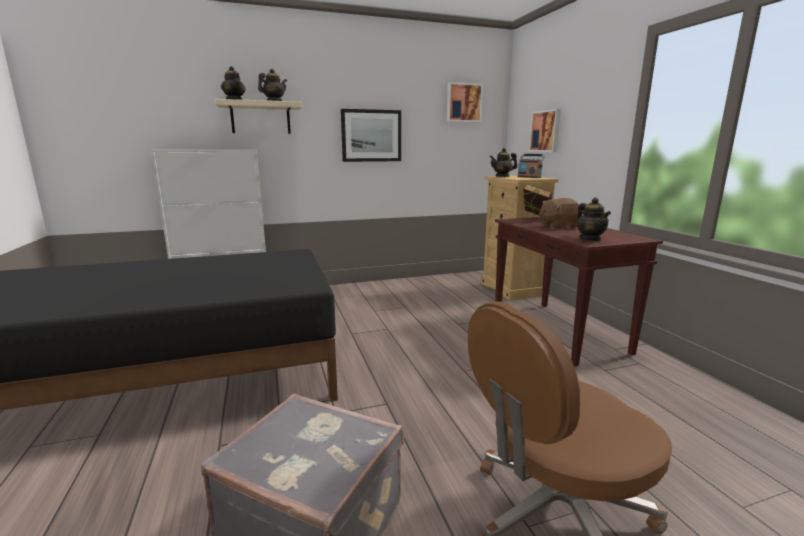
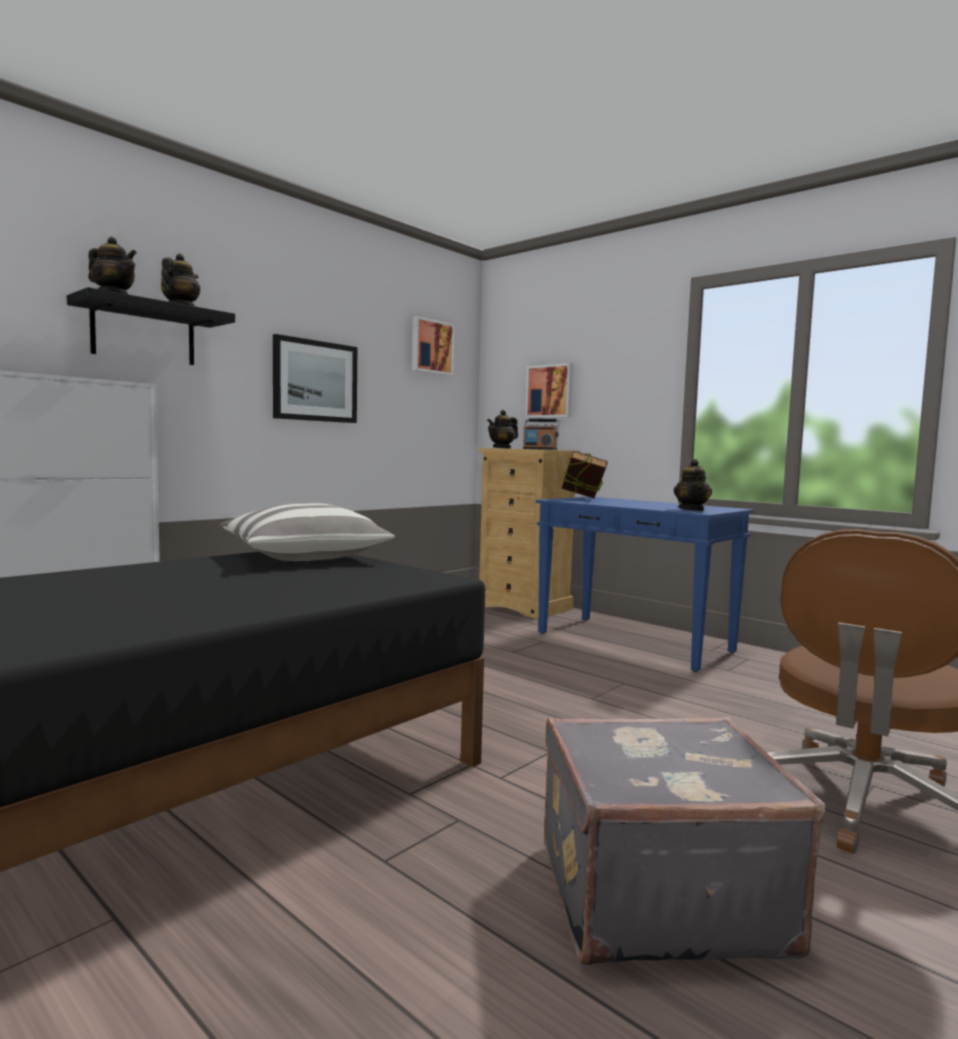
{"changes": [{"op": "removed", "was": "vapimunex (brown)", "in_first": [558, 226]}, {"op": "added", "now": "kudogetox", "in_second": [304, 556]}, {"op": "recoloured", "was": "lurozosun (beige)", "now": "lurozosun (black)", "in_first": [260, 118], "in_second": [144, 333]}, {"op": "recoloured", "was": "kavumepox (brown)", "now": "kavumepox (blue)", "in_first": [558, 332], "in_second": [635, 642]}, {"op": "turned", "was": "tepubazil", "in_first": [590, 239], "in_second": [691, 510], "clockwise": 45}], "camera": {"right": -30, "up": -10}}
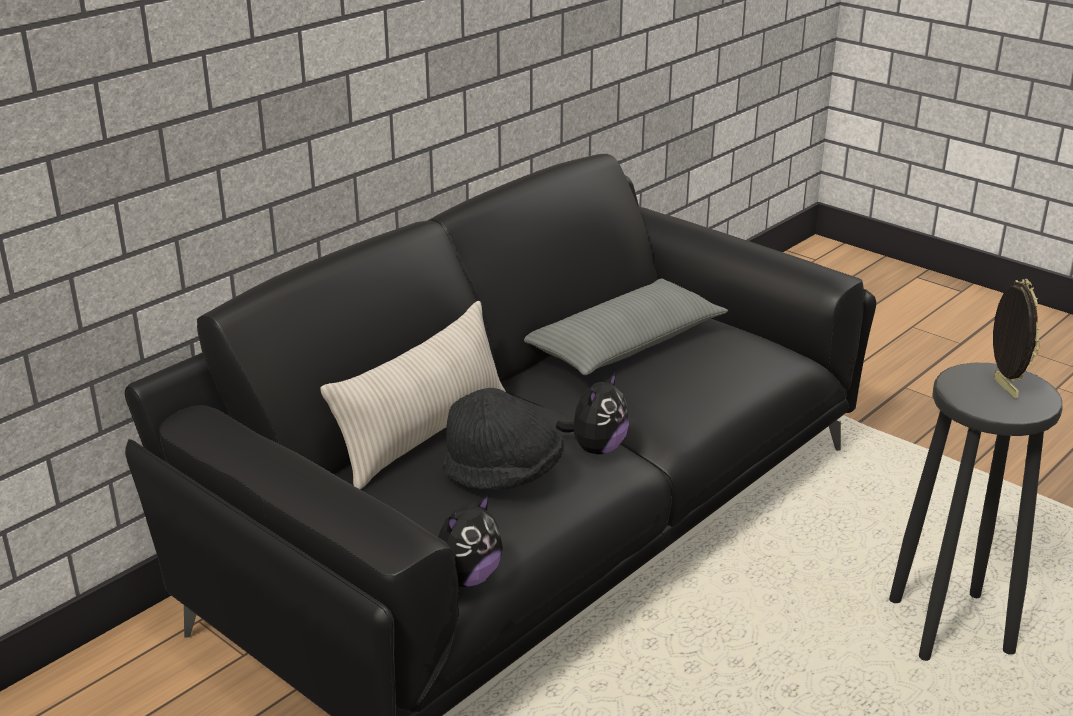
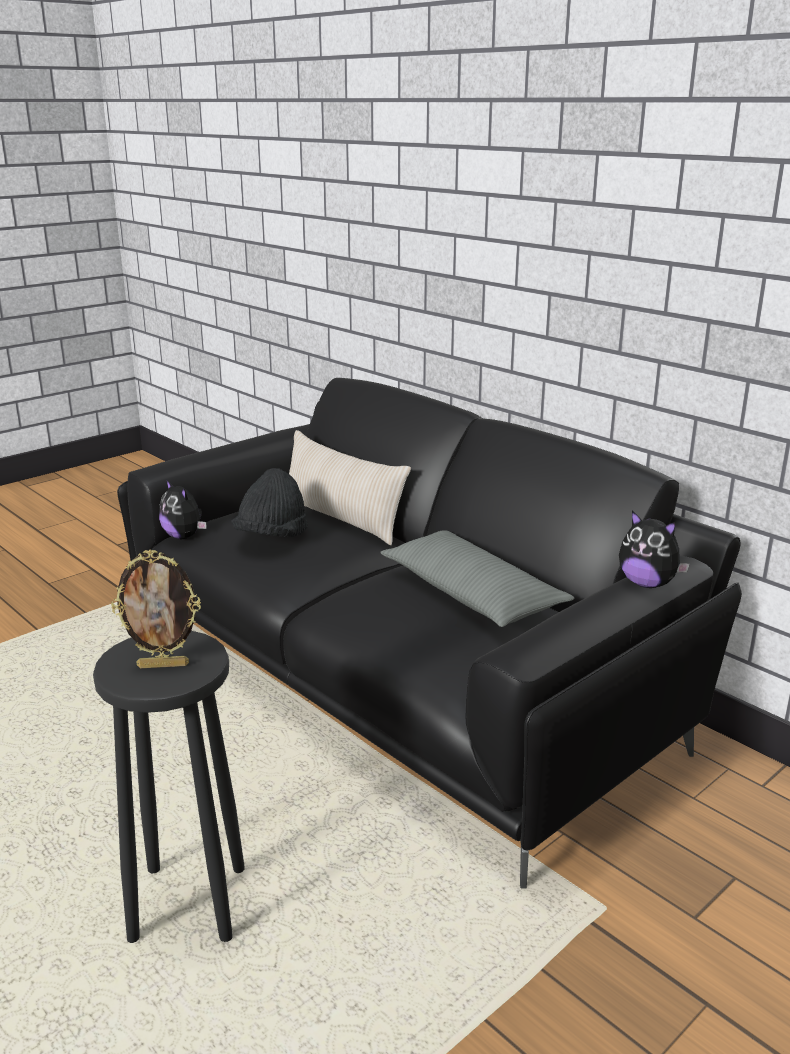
{"changes": [{"op": "moved", "was": "vapimunex", "in_first": [596, 448], "in_second": [647, 583]}], "camera": {"right": 95, "up": -5}}
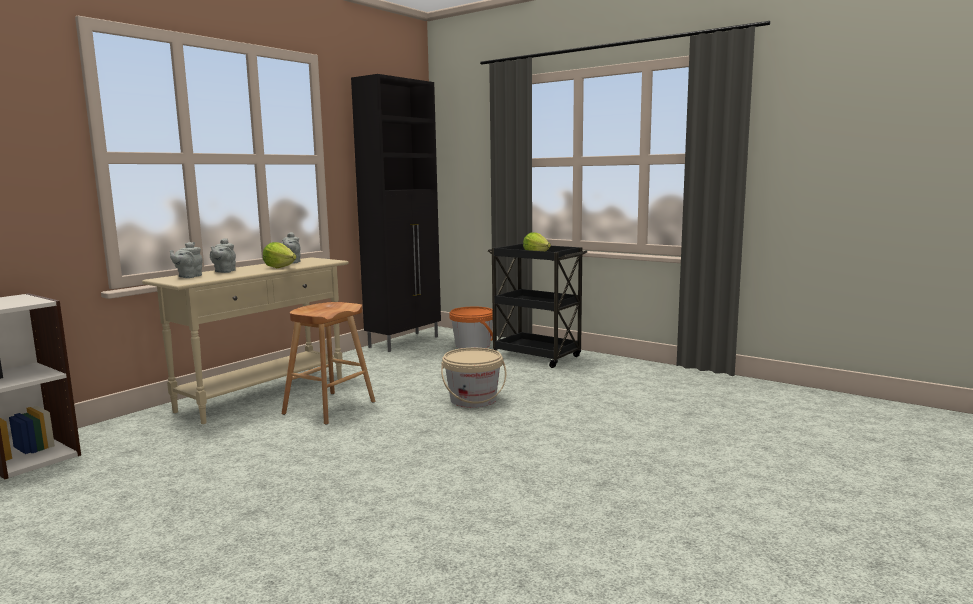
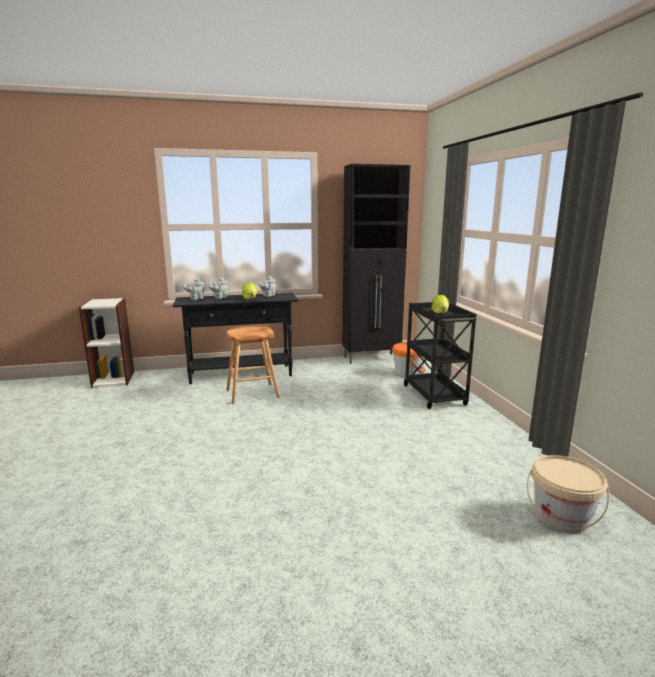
{"changes": [{"op": "moved", "was": "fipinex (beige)", "in_first": [473, 400], "in_second": [561, 517]}, {"op": "recoloured", "was": "kavumepox (beige)", "now": "kavumepox (black)", "in_first": [264, 394], "in_second": [241, 374]}], "camera": {"right": 40, "up": 5}}
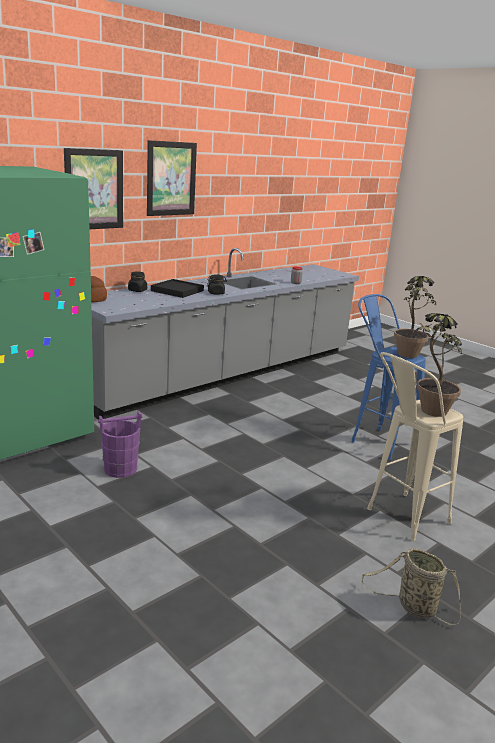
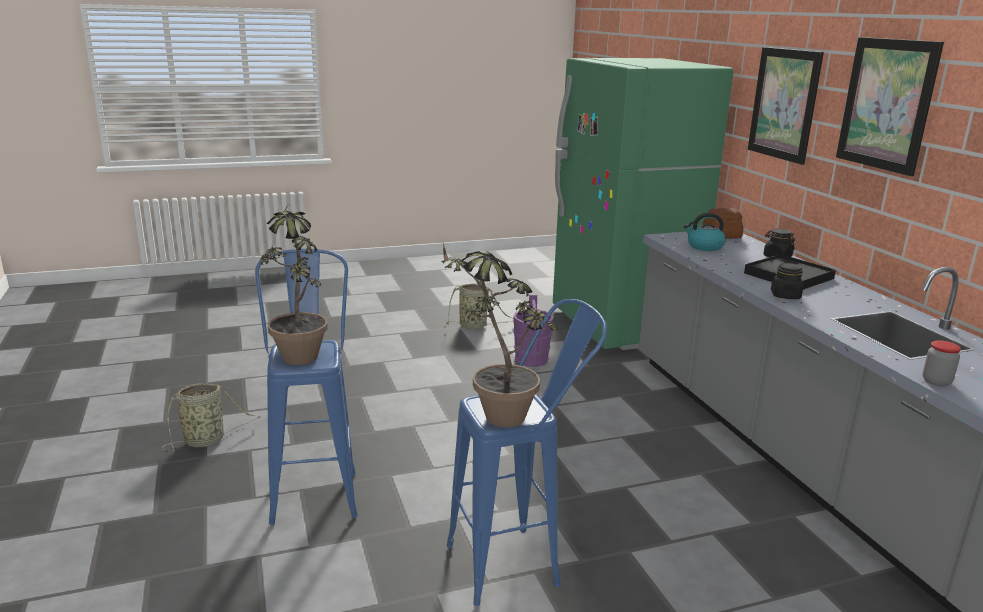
{"changes": [{"op": "added", "now": "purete", "in_second": [475, 326]}, {"op": "added", "now": "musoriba", "in_second": [704, 247]}, {"op": "recoloured", "was": "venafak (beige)", "now": "venafak (blue)", "in_first": [400, 520], "in_second": [315, 488]}], "camera": {"right": 115, "up": 0}}
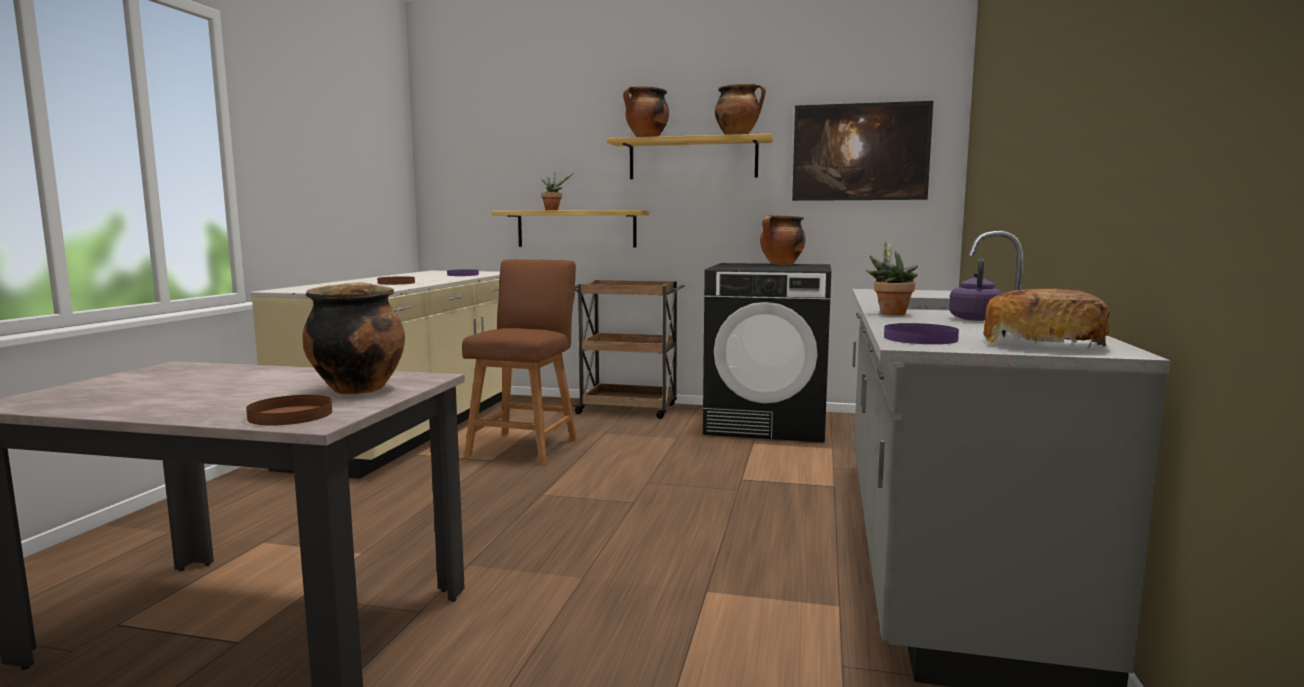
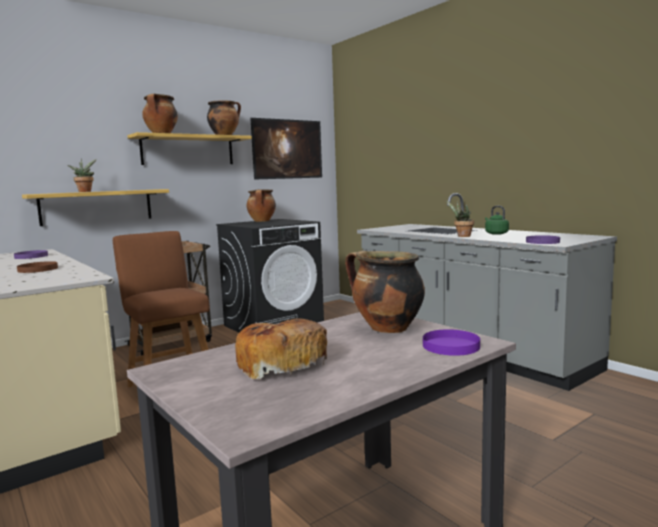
{"changes": [{"op": "moved", "was": "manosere", "in_first": [1040, 343], "in_second": [280, 363]}, {"op": "recoloured", "was": "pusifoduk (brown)", "now": "pusifoduk (purple)", "in_first": [291, 415], "in_second": [451, 345]}, {"op": "recoloured", "was": "musoriba (purple)", "now": "musoriba (green)", "in_first": [974, 318], "in_second": [495, 233]}], "camera": {"right": -50, "up": 0}}
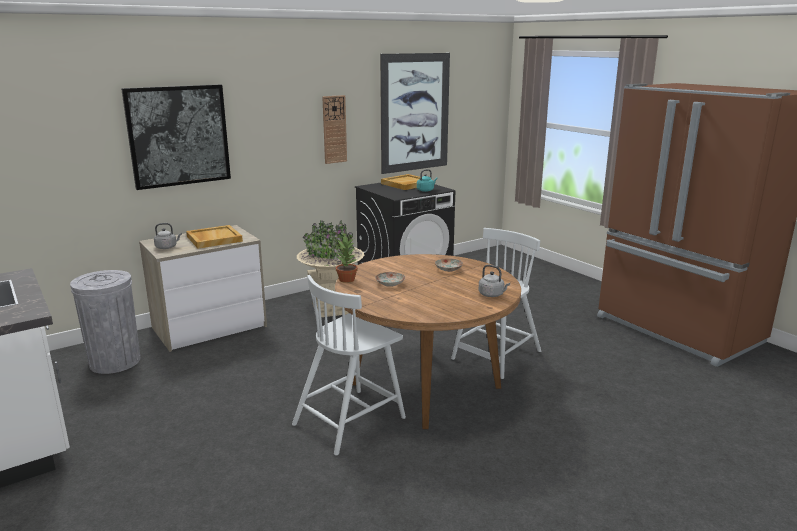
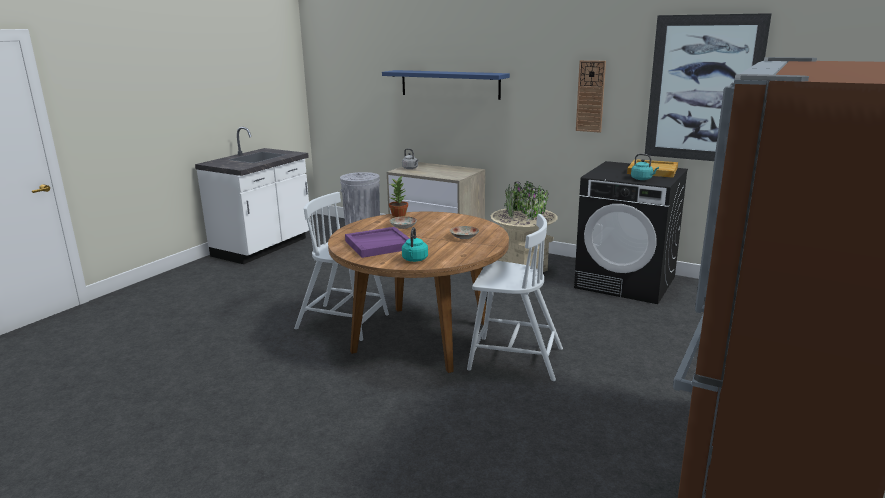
{"changes": [{"op": "removed", "was": "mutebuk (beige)", "in_first": [213, 239]}, {"op": "added", "now": "mutebuk (purple)", "in_second": [379, 244]}, {"op": "replaced", "was": "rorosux", "now": "lurozosun (blue)", "in_first": [178, 136], "in_second": [449, 84]}, {"op": "recoloured", "was": "musoriba (grey)", "now": "musoriba (turquoise)", "in_first": [492, 295], "in_second": [414, 260]}], "camera": {"right": 65, "up": 0}}
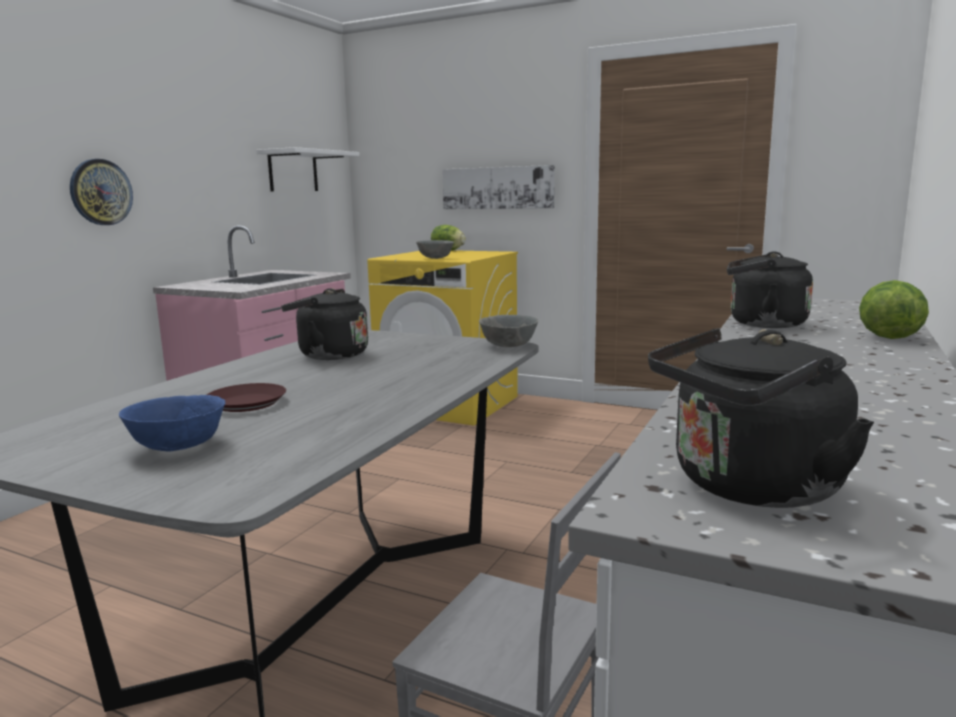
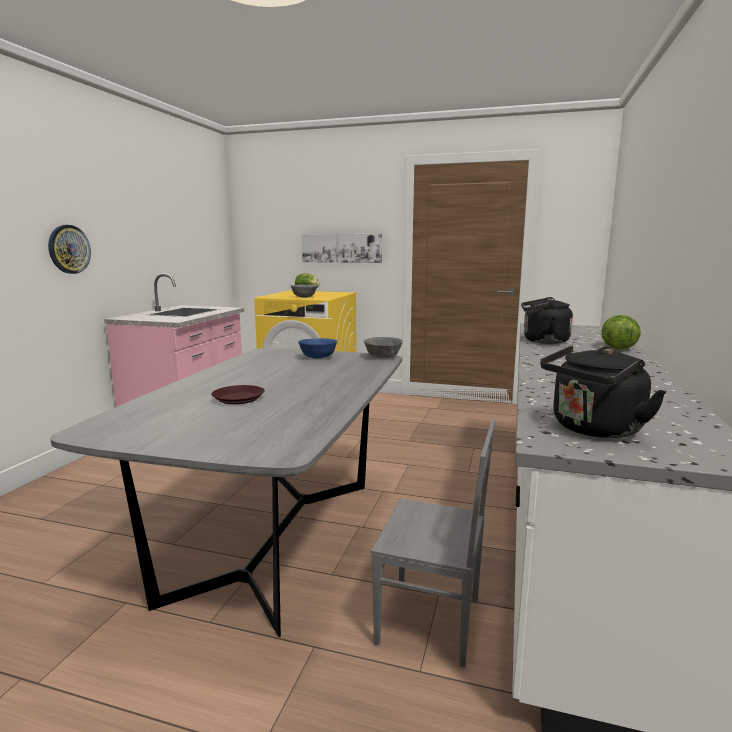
{"changes": [{"op": "removed", "was": "lurozosun (white)", "in_first": [293, 171]}, {"op": "removed", "was": "musoriba (black)", "in_first": [328, 355]}, {"op": "moved", "was": "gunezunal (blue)", "in_first": [178, 447], "in_second": [318, 357]}], "camera": {"right": -10, "up": 0}}
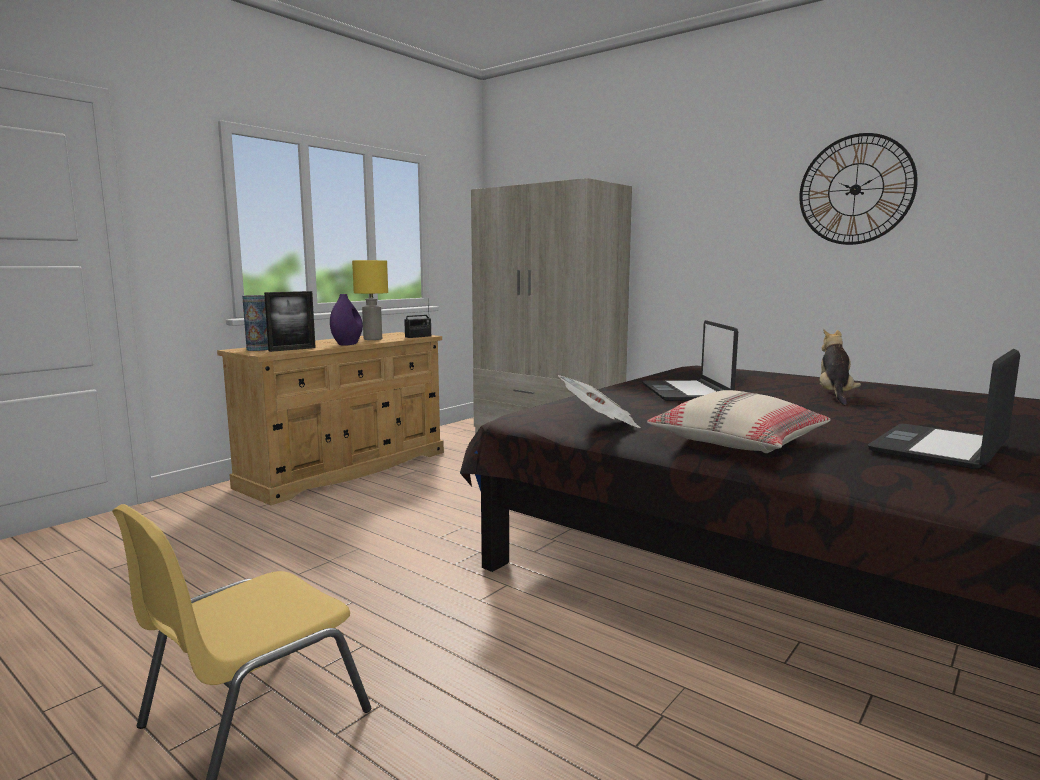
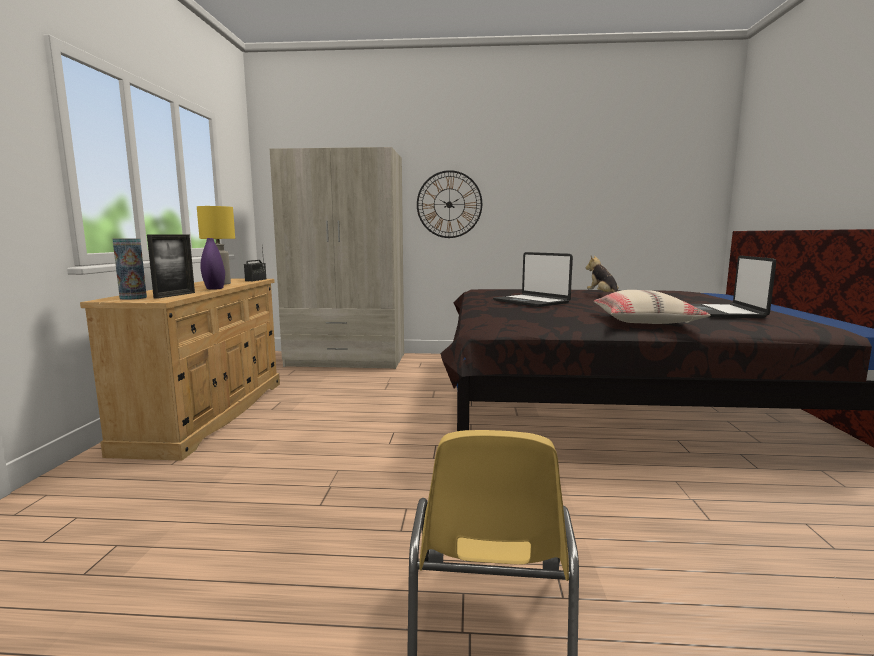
{"changes": [{"op": "removed", "was": "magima", "in_first": [599, 423]}, {"op": "moved", "was": "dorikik", "in_first": [855, 189], "in_second": [449, 204]}], "camera": {"right": -35, "up": 0}}
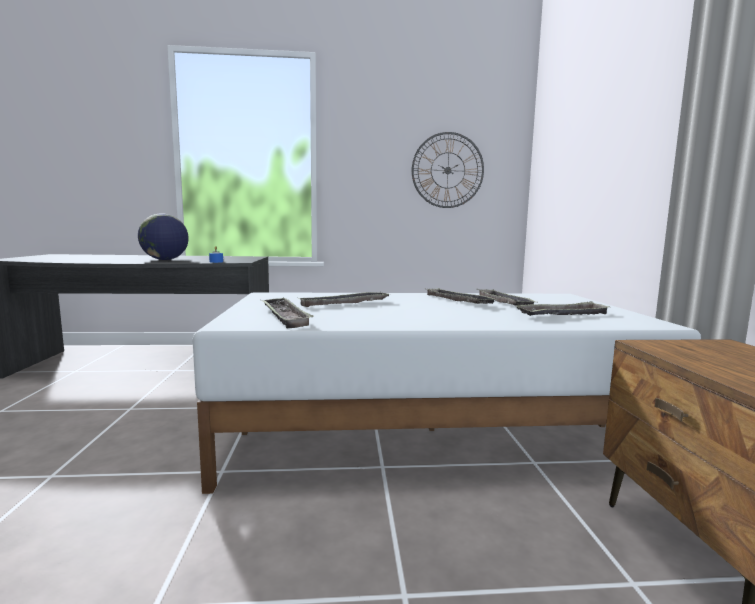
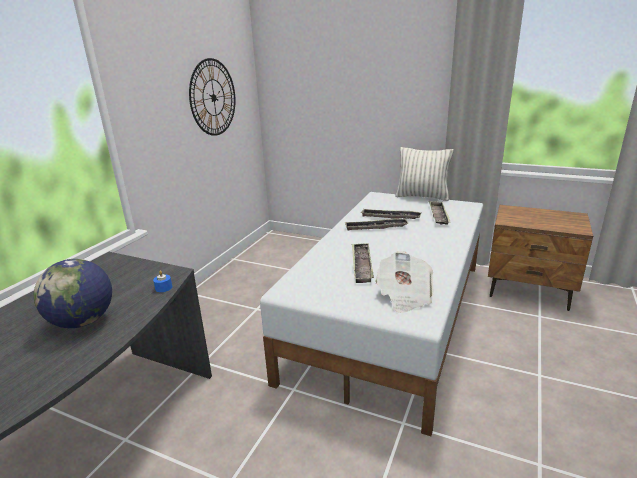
{"changes": [{"op": "added", "now": "kudogetox", "in_second": [422, 196]}, {"op": "replaced", "was": "mutebuk", "now": "magima", "in_first": [284, 317], "in_second": [404, 296]}], "camera": {"right": -60, "up": 15}}
